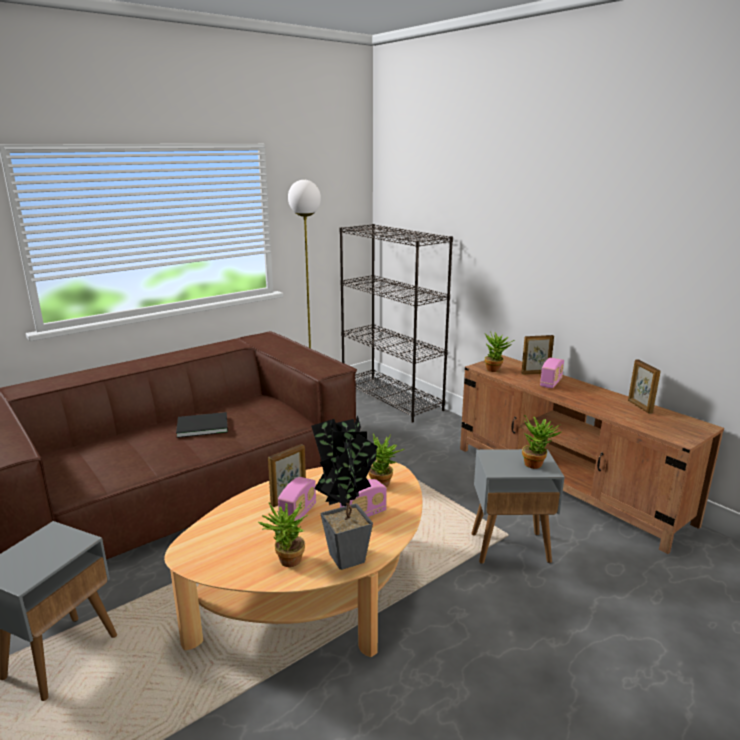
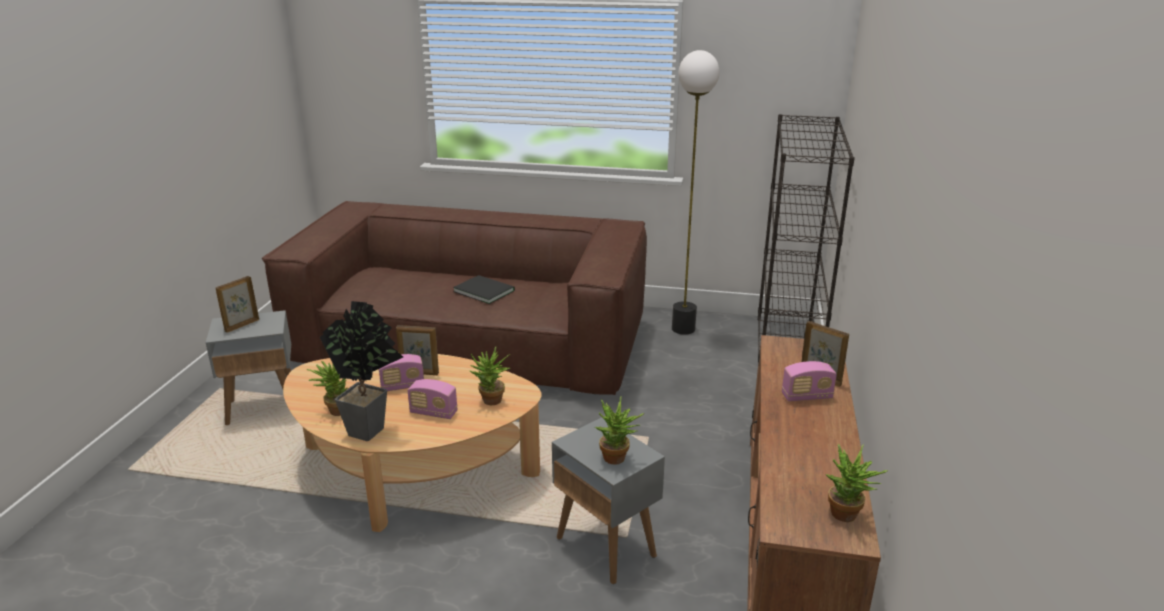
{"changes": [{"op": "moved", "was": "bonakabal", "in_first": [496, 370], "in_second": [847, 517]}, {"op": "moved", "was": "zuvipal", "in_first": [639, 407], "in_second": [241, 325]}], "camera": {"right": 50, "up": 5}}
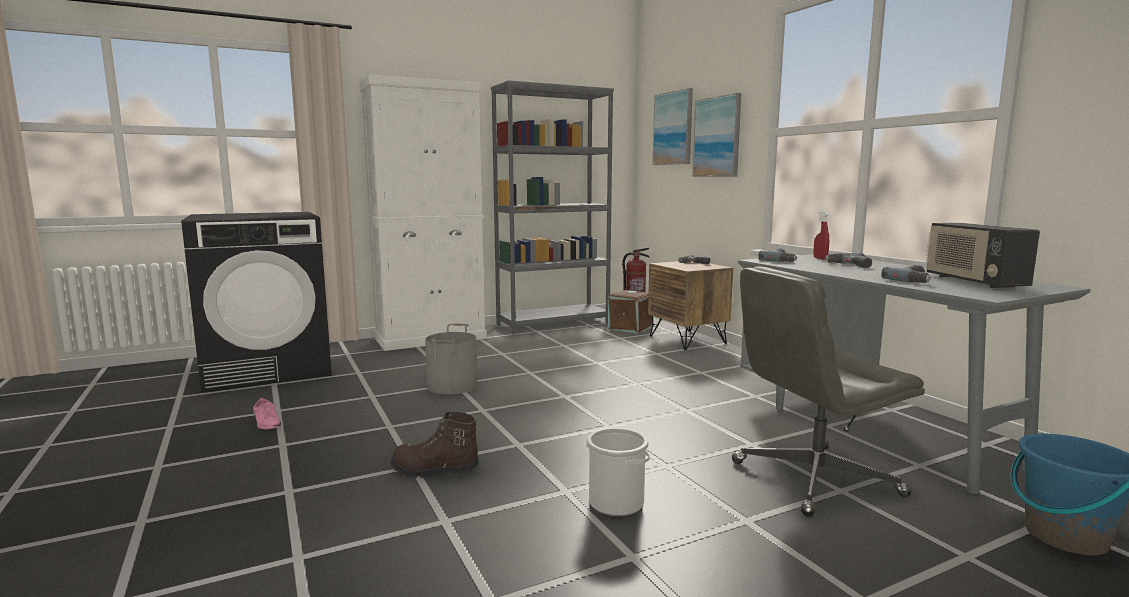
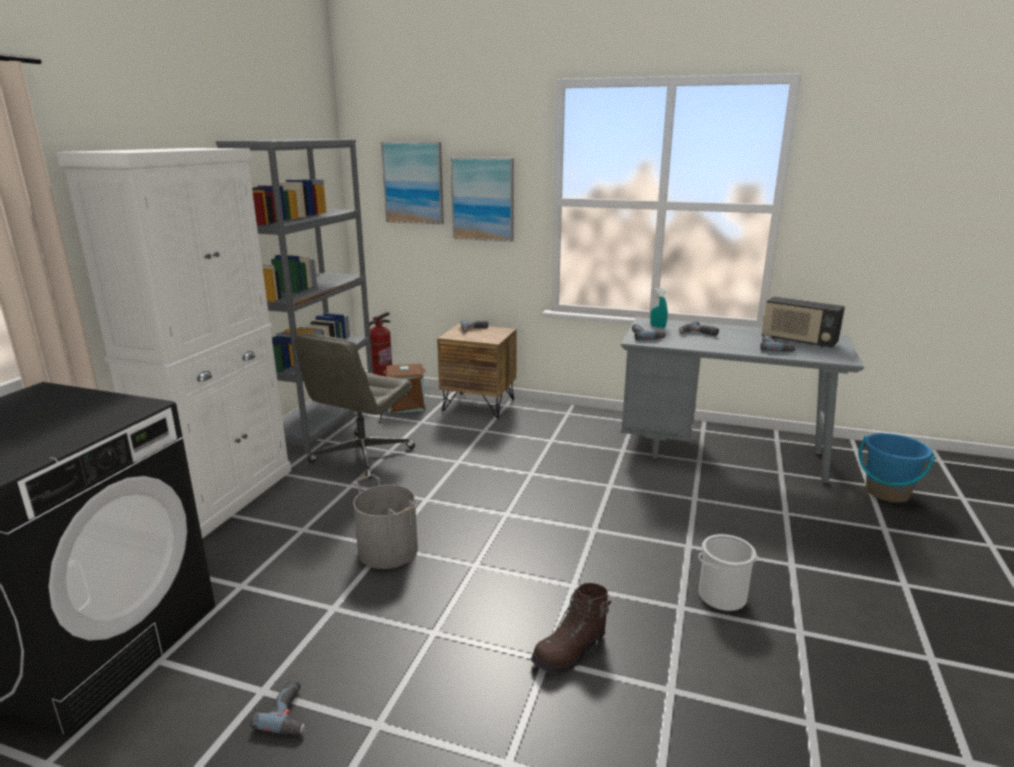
{"changes": [{"op": "moved", "was": "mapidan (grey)", "in_first": [814, 479], "in_second": [362, 456]}, {"op": "replaced", "was": "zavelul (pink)", "now": "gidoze", "in_first": [267, 423], "in_second": [291, 713]}, {"op": "recoloured", "was": "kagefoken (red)", "now": "kagefoken (turquoise)", "in_first": [820, 258], "in_second": [657, 327]}], "camera": {"right": -45, "up": 10}}
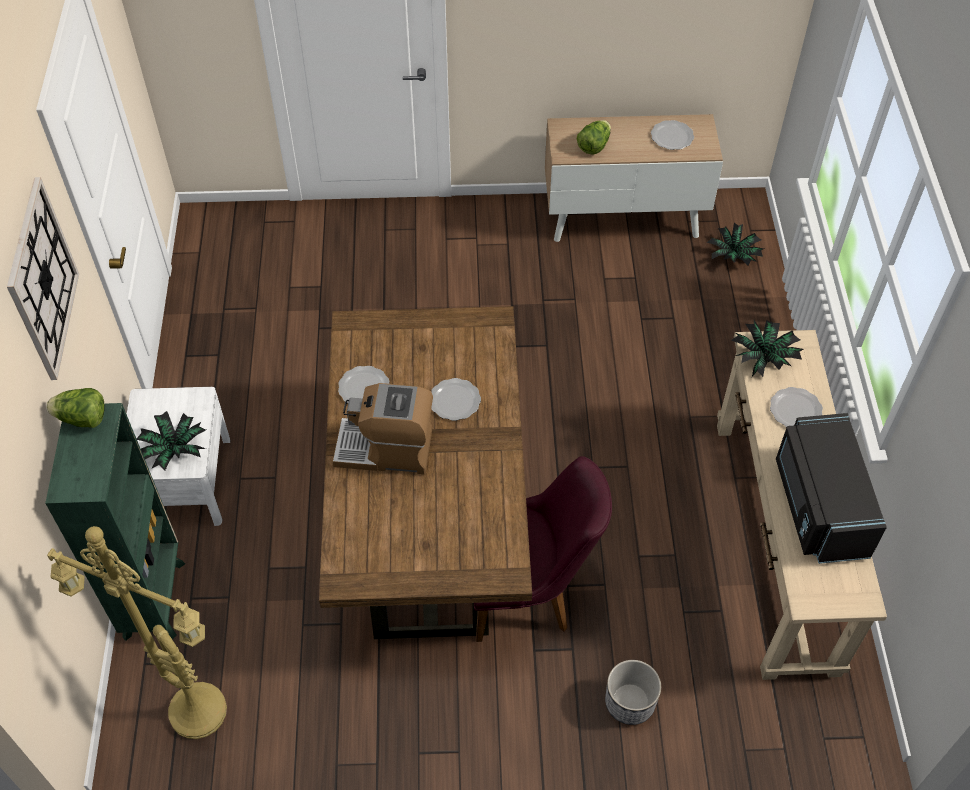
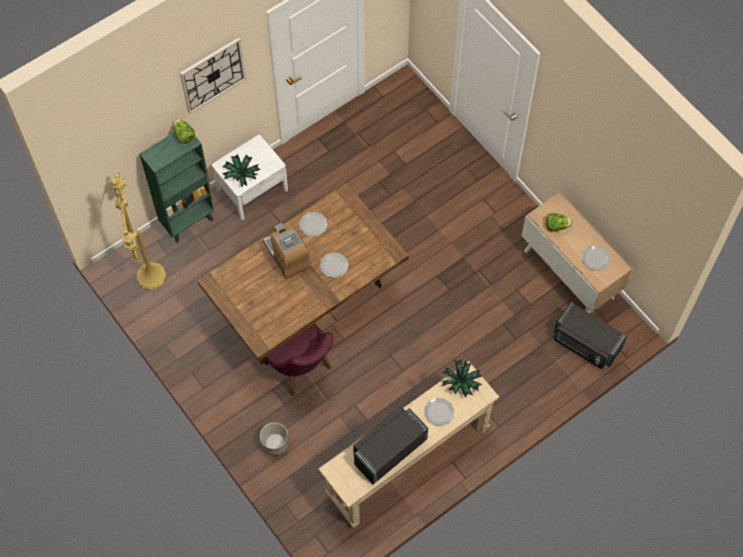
{"changes": [{"op": "replaced", "was": "bonakabal", "now": "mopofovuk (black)", "in_first": [733, 257], "in_second": [585, 344]}], "camera": {"right": 55, "up": 10}}
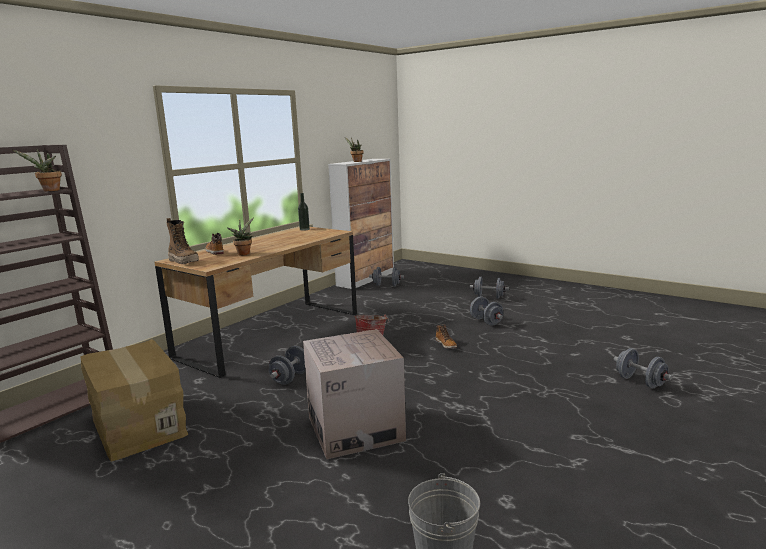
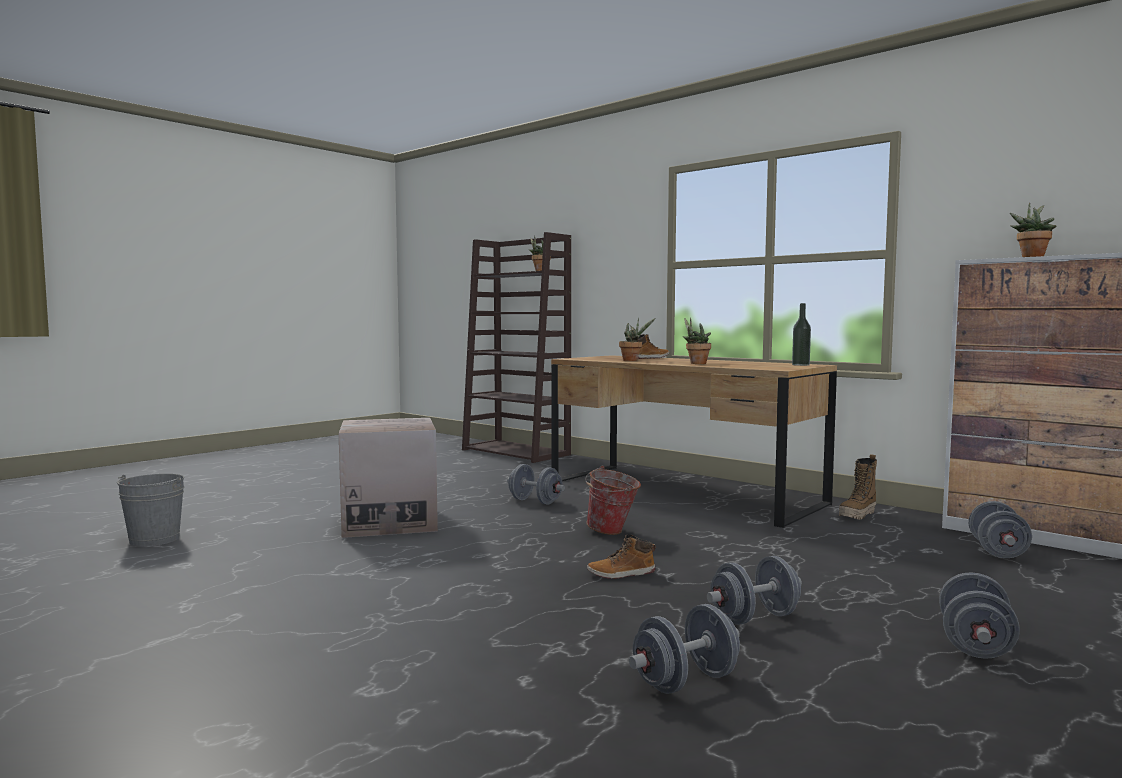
{"changes": [{"op": "removed", "was": "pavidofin", "in_first": [137, 426]}, {"op": "added", "now": "bonakabal", "in_second": [696, 363]}, {"op": "moved", "was": "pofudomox", "in_first": [184, 261], "in_second": [858, 515]}, {"op": "moved", "was": "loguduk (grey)", "in_first": [640, 382], "in_second": [685, 681]}], "camera": {"right": 95, "up": -10}}
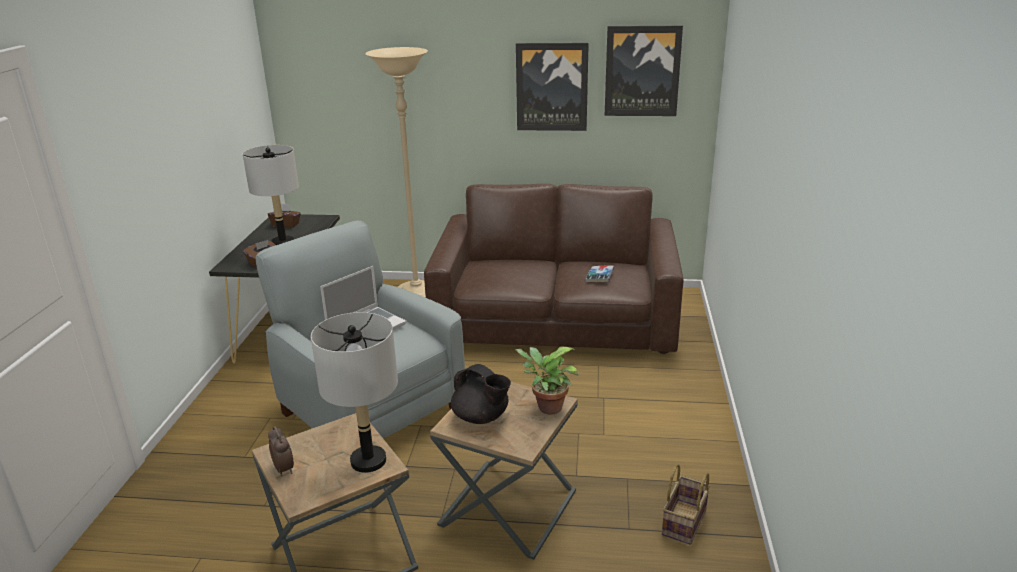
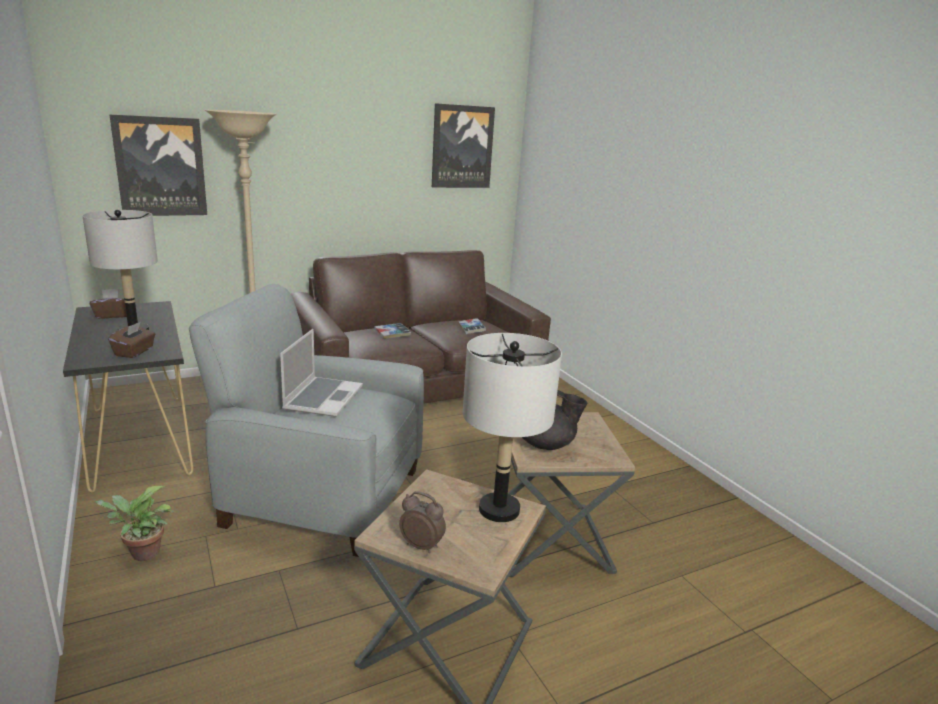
{"changes": [{"op": "removed", "was": "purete", "in_first": [685, 523]}, {"op": "added", "now": "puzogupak", "in_second": [392, 334]}, {"op": "moved", "was": "bonakabal", "in_first": [546, 408], "in_second": [142, 554]}, {"op": "moved", "was": "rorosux", "in_first": [552, 87], "in_second": [160, 167]}], "camera": {"right": -35, "up": -5}}
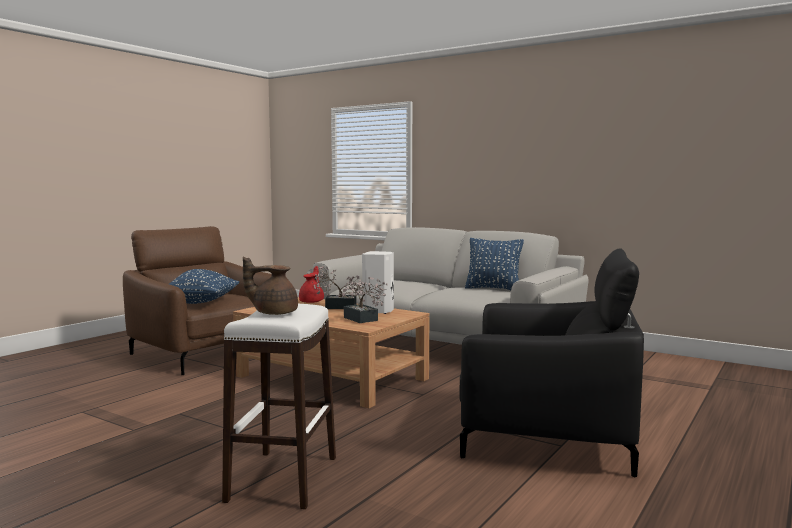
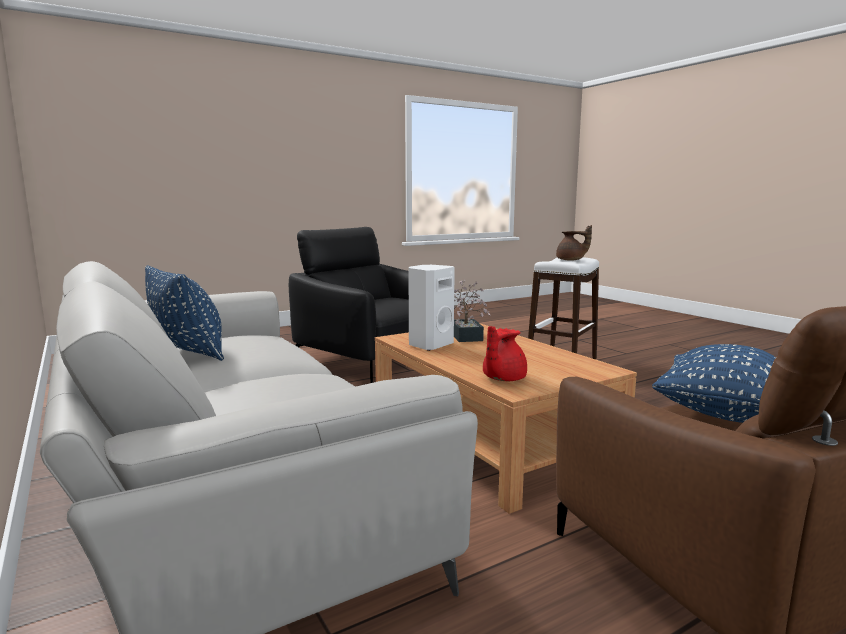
{"changes": [{"op": "removed", "was": "bonakabal", "in_first": [337, 307]}], "camera": {"right": -155, "up": 5}}
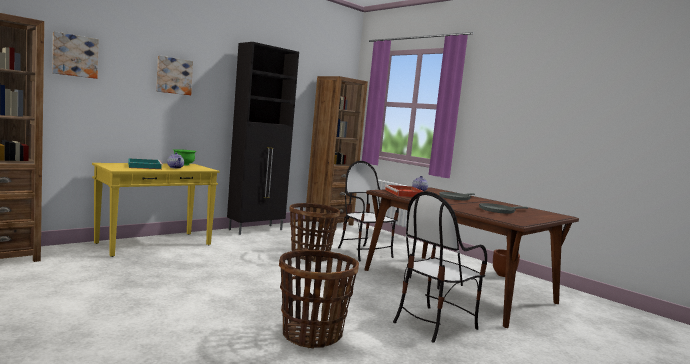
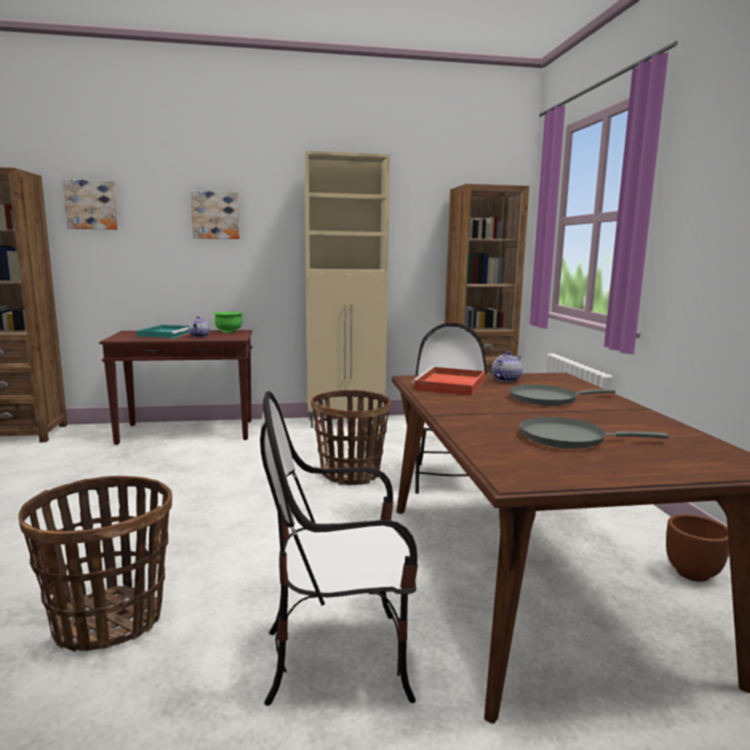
{"changes": [{"op": "recoloured", "was": "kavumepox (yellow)", "now": "kavumepox (brown)", "in_first": [155, 244], "in_second": [188, 432]}, {"op": "recoloured", "was": "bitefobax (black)", "now": "bitefobax (beige)", "in_first": [256, 230], "in_second": [346, 422]}], "camera": {"right": 35, "up": 5}}
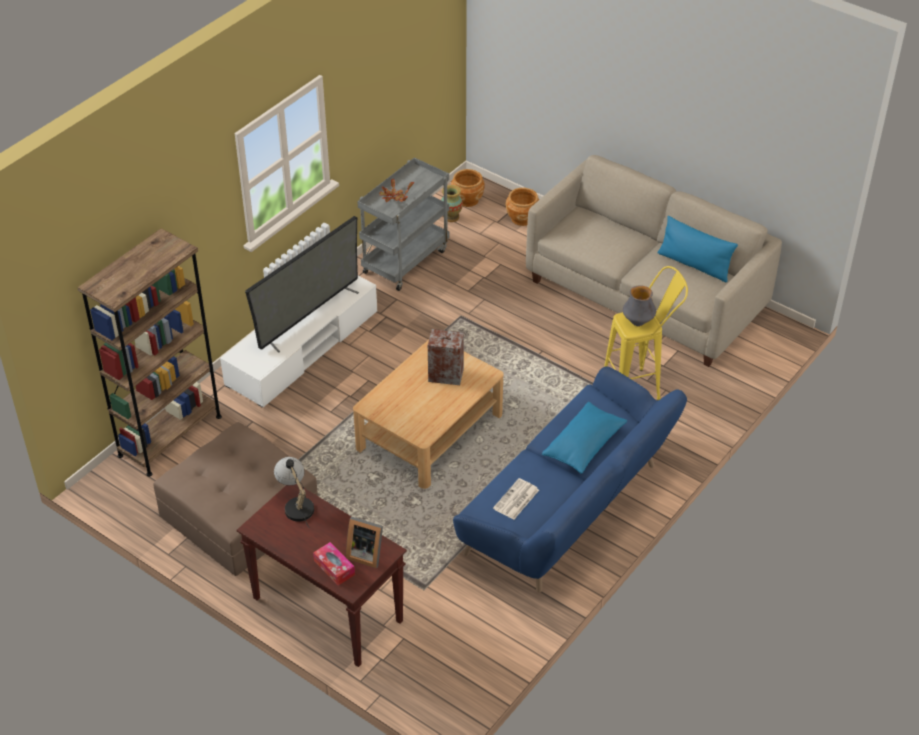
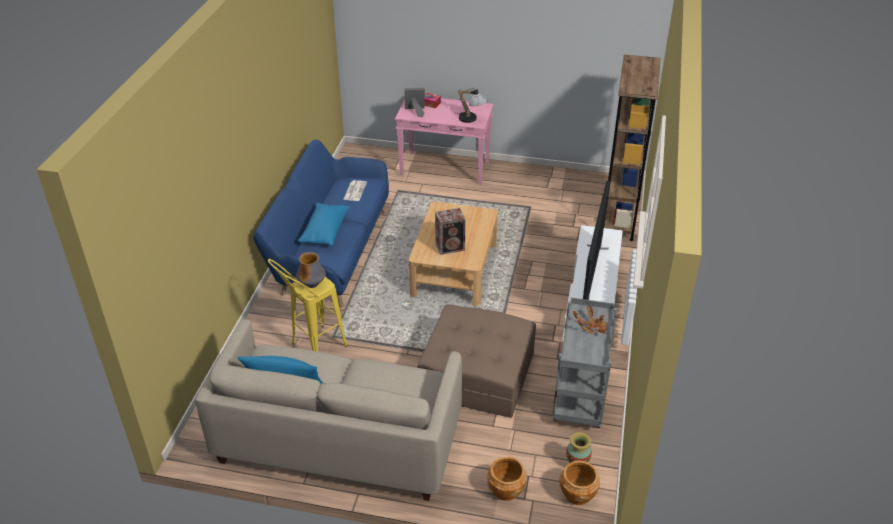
{"changes": [{"op": "moved", "was": "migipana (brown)", "in_first": [239, 514], "in_second": [477, 373]}, {"op": "recoloured", "was": "kavumepox (brown)", "now": "kavumepox (pink)", "in_first": [326, 610], "in_second": [445, 168]}], "camera": {"right": 155, "up": -5}}
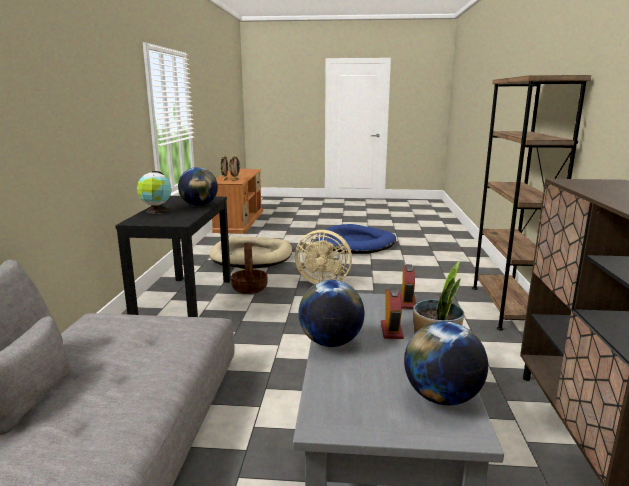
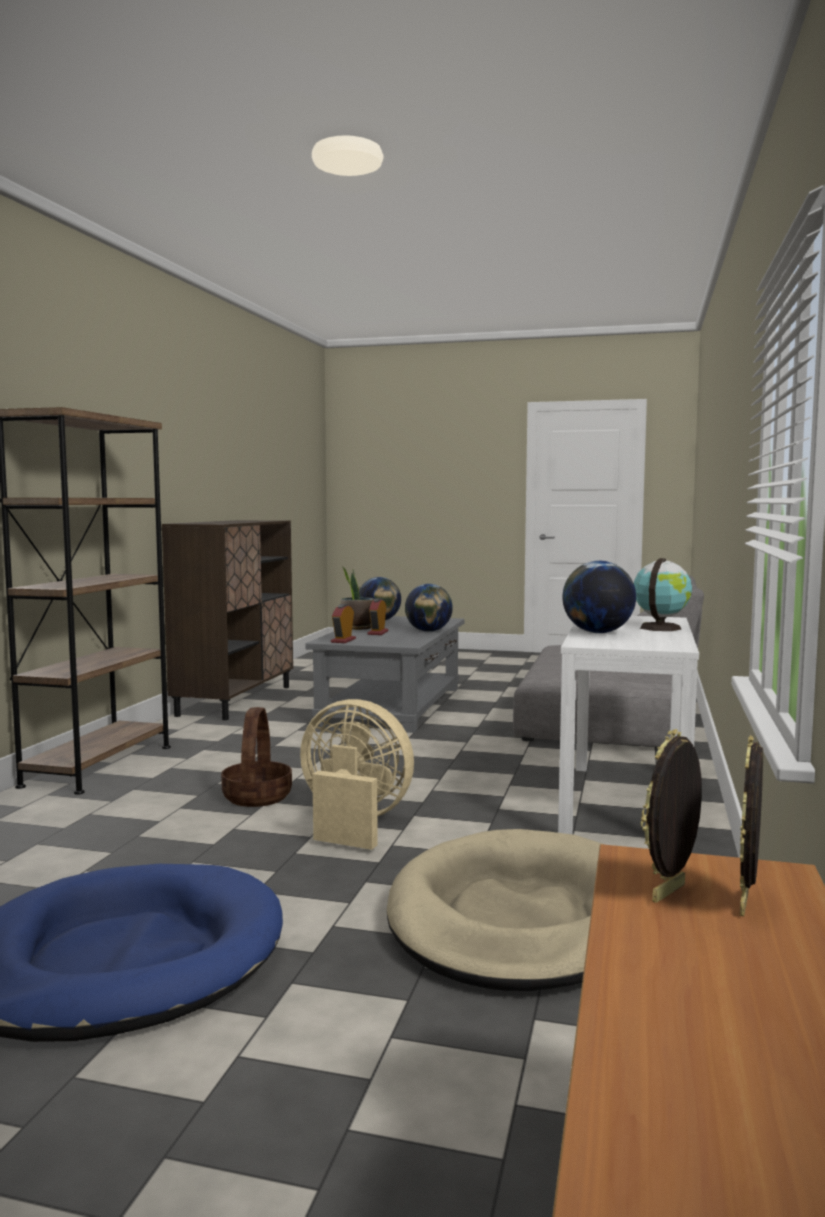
{"changes": [{"op": "moved", "was": "purete", "in_first": [249, 288], "in_second": [257, 797]}, {"op": "recoloured", "was": "kavumepox (black)", "now": "kavumepox (white)", "in_first": [185, 301], "in_second": [625, 804]}], "camera": {"right": -170, "up": -10}}
